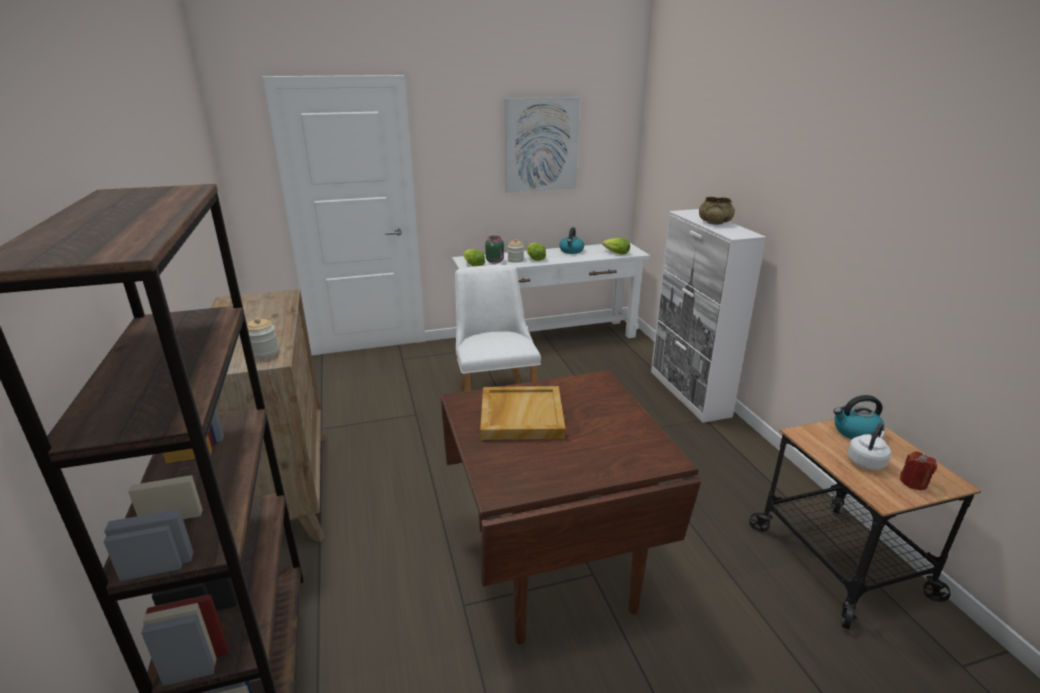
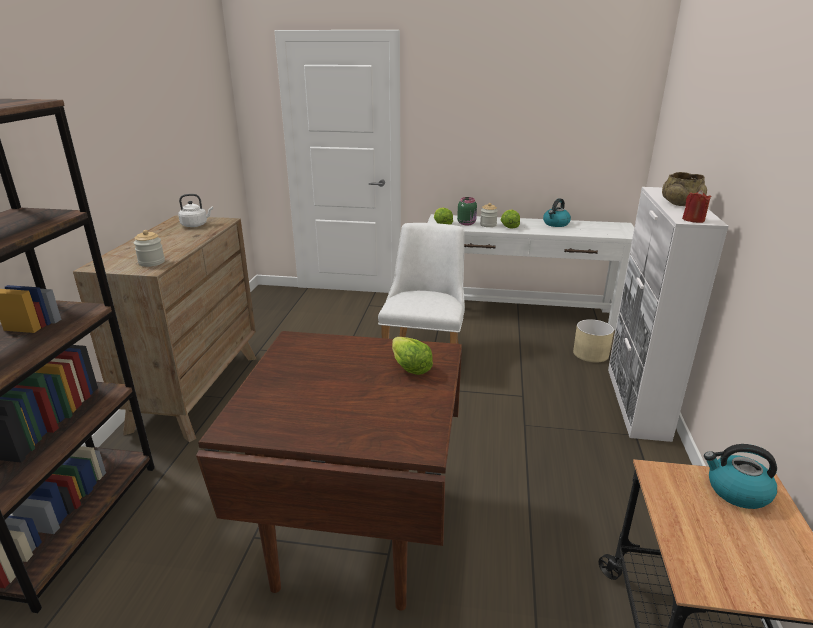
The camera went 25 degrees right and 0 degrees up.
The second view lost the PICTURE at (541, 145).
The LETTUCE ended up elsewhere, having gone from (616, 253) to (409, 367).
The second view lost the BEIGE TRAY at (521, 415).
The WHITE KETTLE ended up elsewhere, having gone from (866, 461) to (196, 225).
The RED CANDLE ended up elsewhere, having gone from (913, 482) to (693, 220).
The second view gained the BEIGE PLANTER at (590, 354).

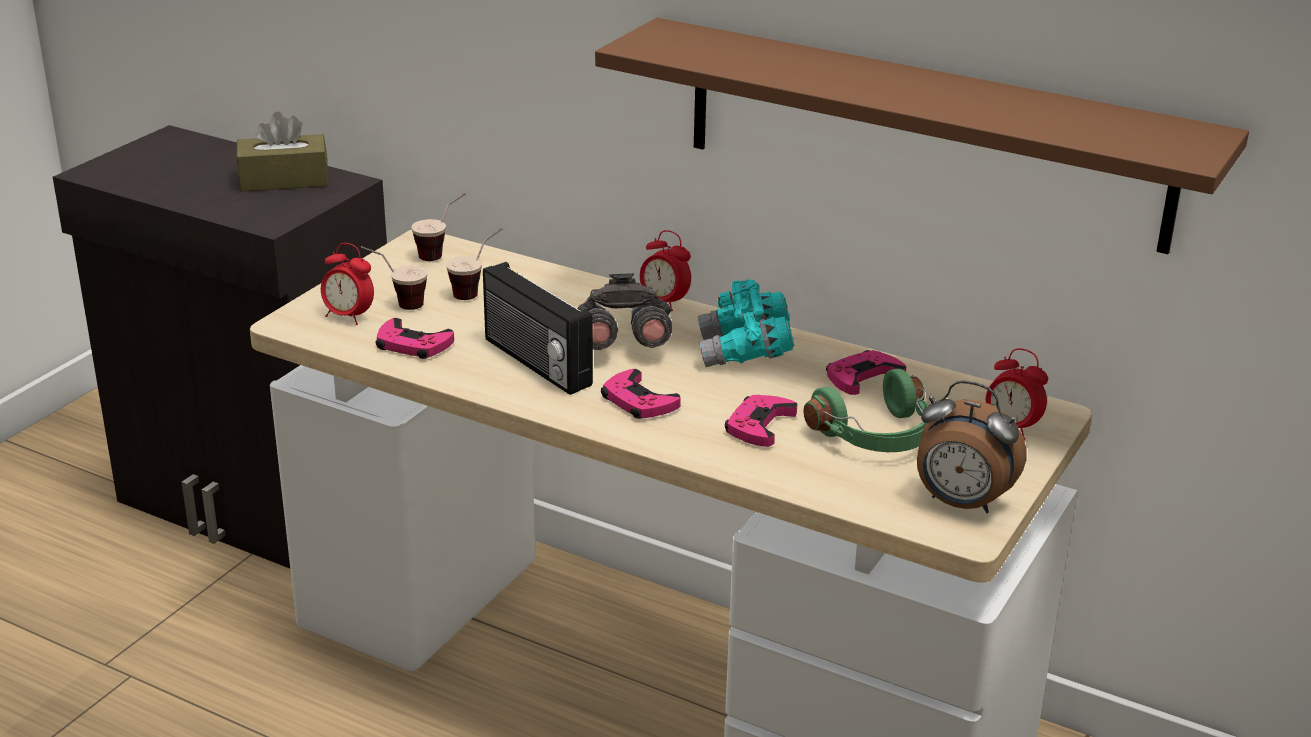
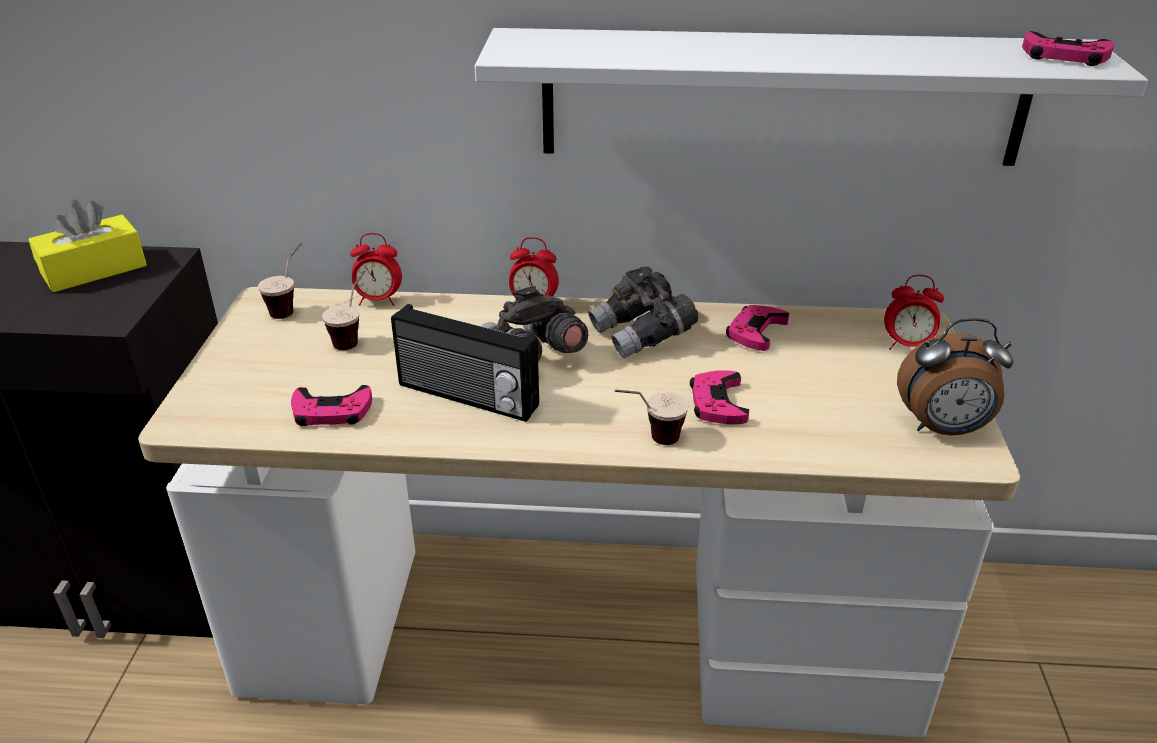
The camera went 25 degrees left and 5 degrees up.
What was the BROWN SHELF at (923, 133) turned into the WHITE SHELF at (782, 97).
What was the BROWN TISSUE BOX at (284, 180) turned into the YELLOW TISSUE BOX at (94, 270).
The ALARM CLOCK ended up elsewhere, having gone from (348, 317) to (378, 300).
The CUP ended up elsewhere, having gone from (396, 304) to (649, 440).
What was the TURQUOISE BINOCULARS at (745, 353) turned into the GREY BINOCULARS at (642, 335).
The PINK GAME CONTROLLER ended up elsewhere, having gone from (638, 402) to (1064, 56).
The second view lost the GREEN HEADPHONES at (877, 437).

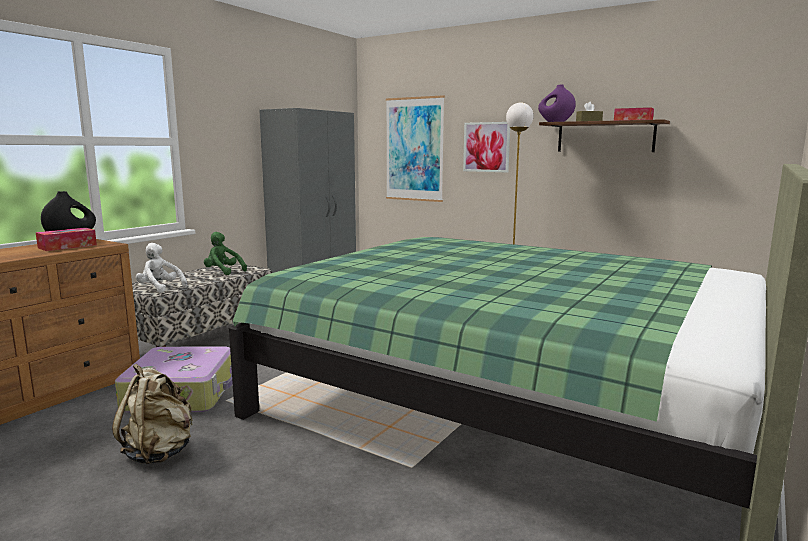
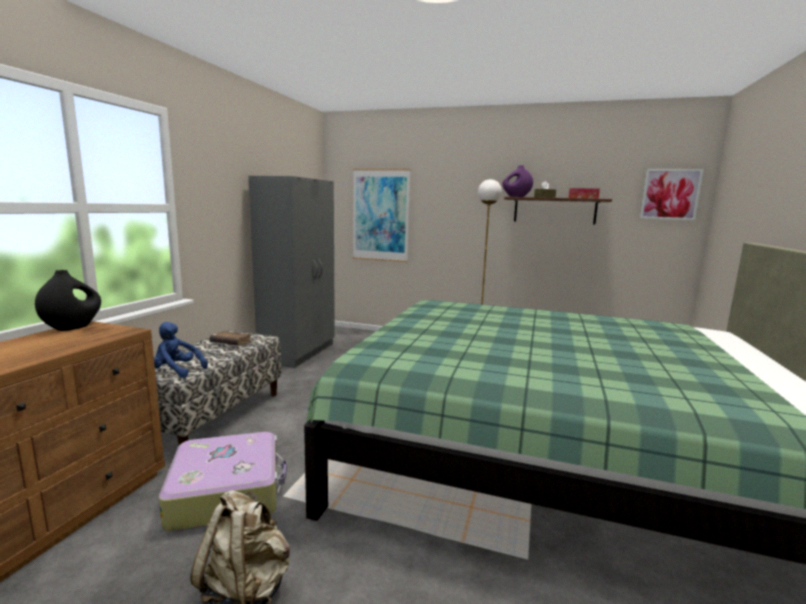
The camera went 15 degrees left and 0 degrees up.
The PICTURE ended up elsewhere, having gone from (486, 147) to (670, 194).
The second view lost the TISSUE BOX at (67, 246).
Where the GREEN PLUSH TOY stood at (223, 272), the BROWN BOOK came to stand at (231, 343).
What was the WHITE PLUSH TOY at (160, 288) turned into the BLUE PLUSH TOY at (176, 371).

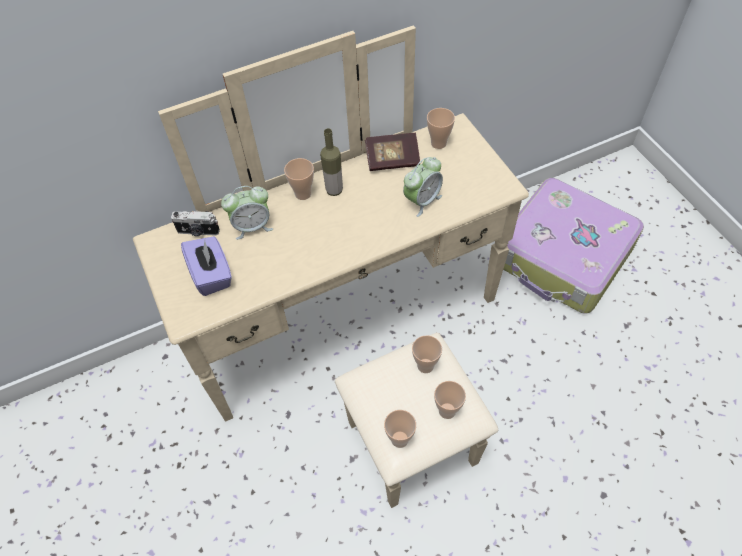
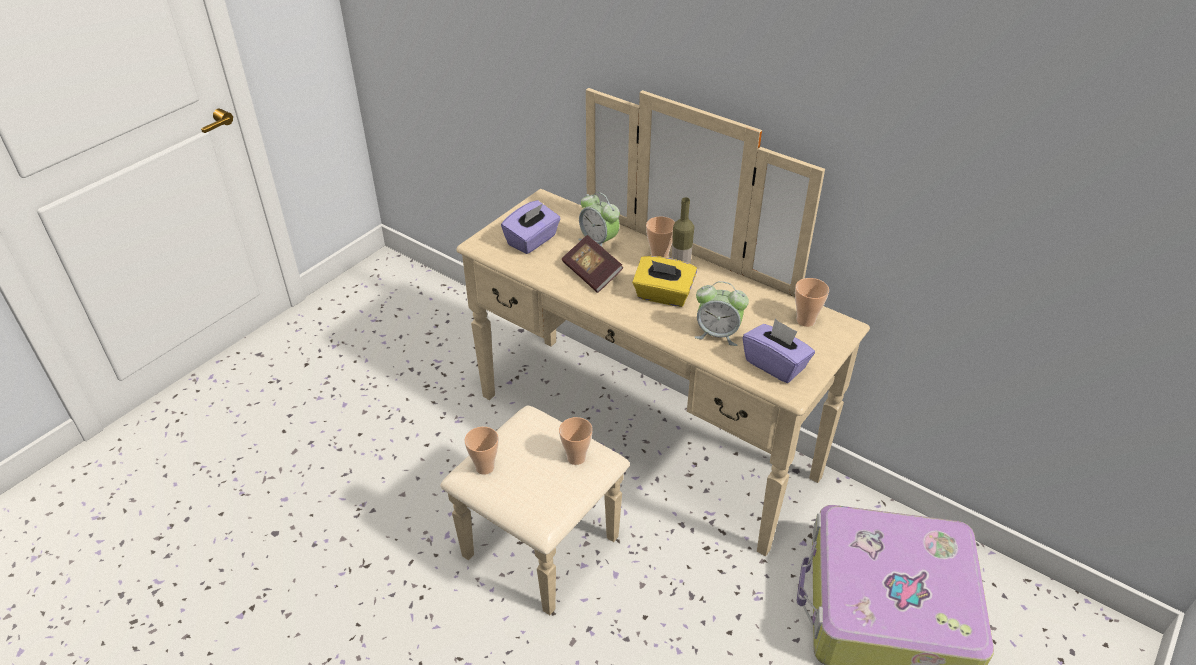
The camera went 60 degrees right and 15 degrees down.
The BOOK ended up elsewhere, having gone from (392, 160) to (592, 274).
The second view lost the PHOTO CAMERA at (198, 232).
The second view lost the CUP at (447, 410).
The second view gained the YELLOW TISSUE BOX at (663, 295).
The second view gained the PURPLE TISSUE BOX at (775, 364).

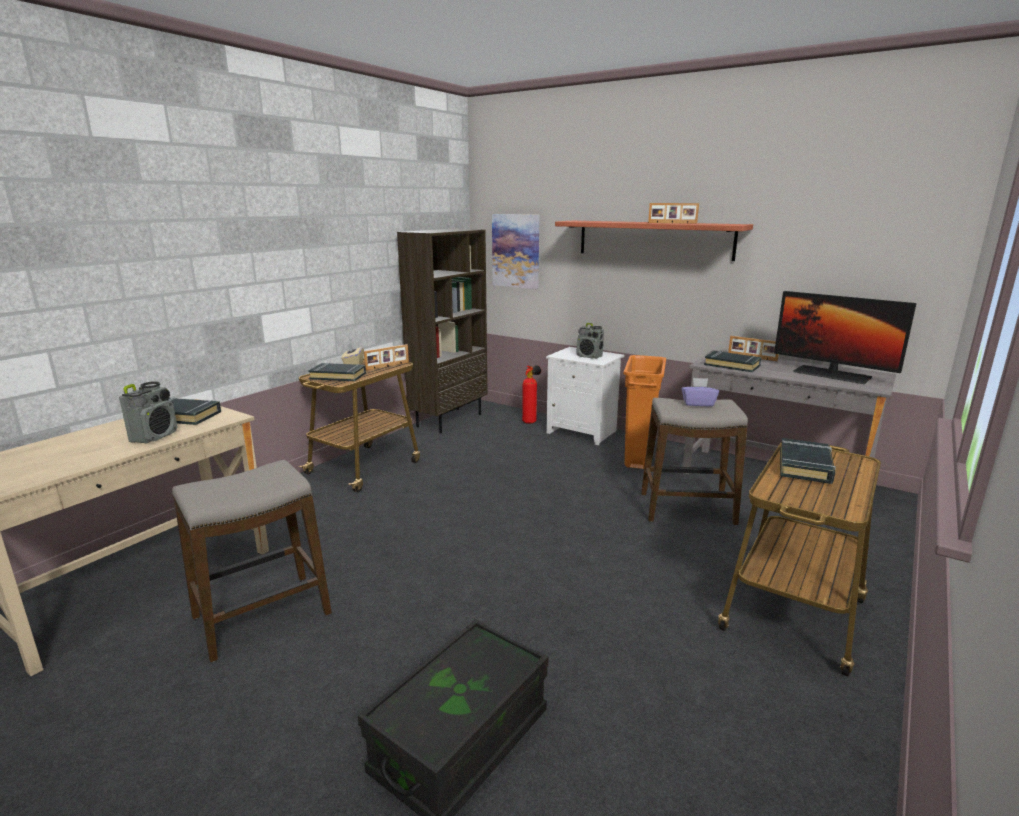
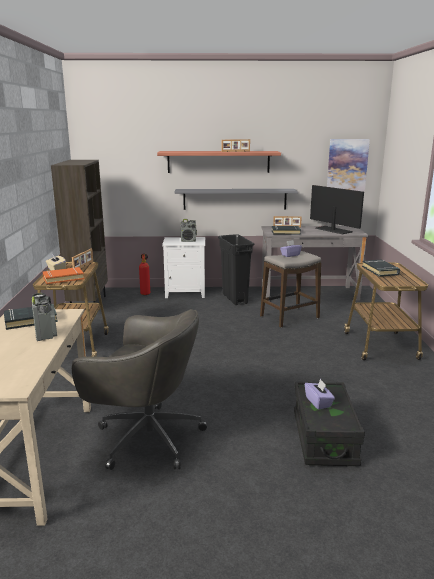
The camera went 35 degrees left and 0 degrees up.
The PICTURE ended up elsewhere, having gone from (516, 251) to (347, 165).
The MONITOR at (831, 374) ended up facing another way, 135 degrees counterclockwise from before.
What was the ORANGE TRASH CAN at (638, 457) turned into the BLACK TRASH CAN at (234, 299).
What was the BLACK BOOK at (338, 376) turned into the ORANGE BOOK at (63, 278).
Where the STOOL stood at (262, 616), the GREY OFFICE CHAIR came to stand at (146, 437).
The second view gained the GREY SHELF at (235, 199).
The second view gained the PURPLE TISSUE BOX at (318, 402).

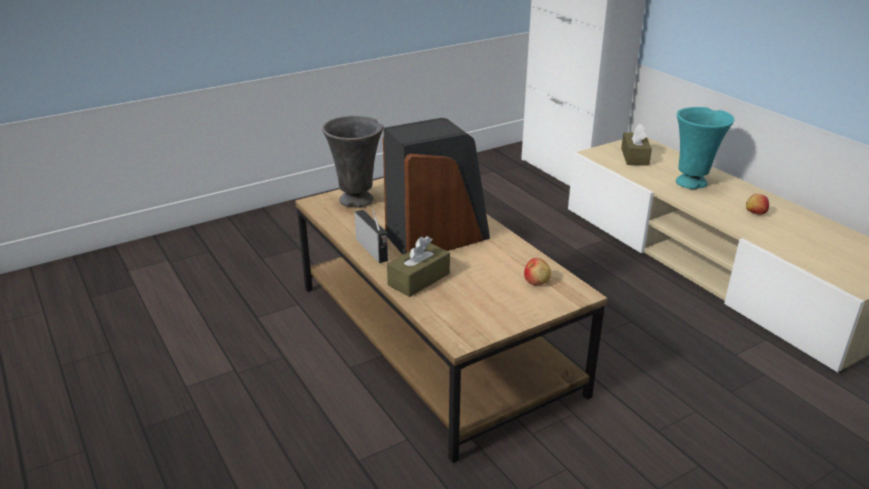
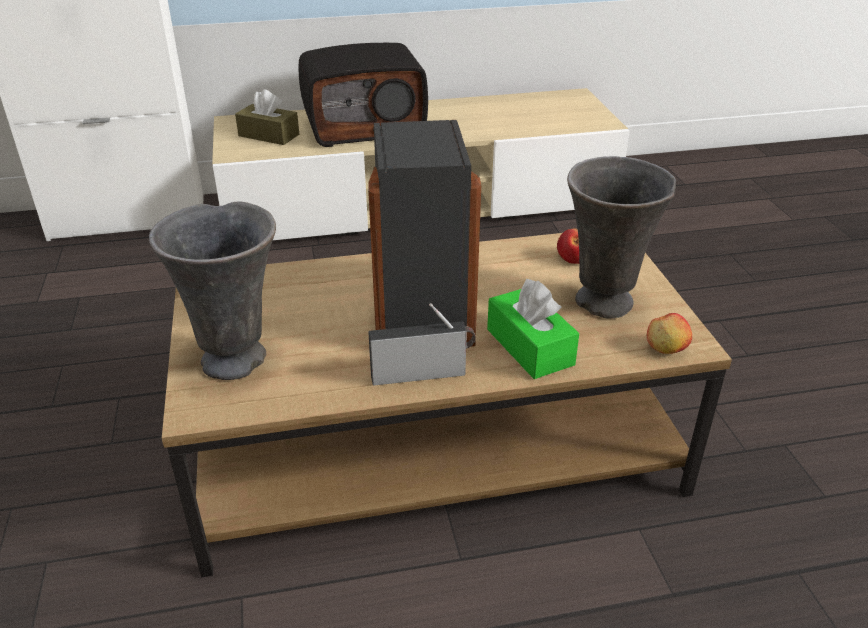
The camera went 70 degrees left and 5 degrees up.
Where the TURQUOISE VASE stood at (692, 183), the RADIO came to stand at (364, 126).
The APPLE ended up elsewhere, having gone from (755, 213) to (666, 348).
What was the BROWN TISSUE BOX at (419, 279) turned into the GREEN TISSUE BOX at (530, 347).
The second view gained the GREY VASE at (604, 304).

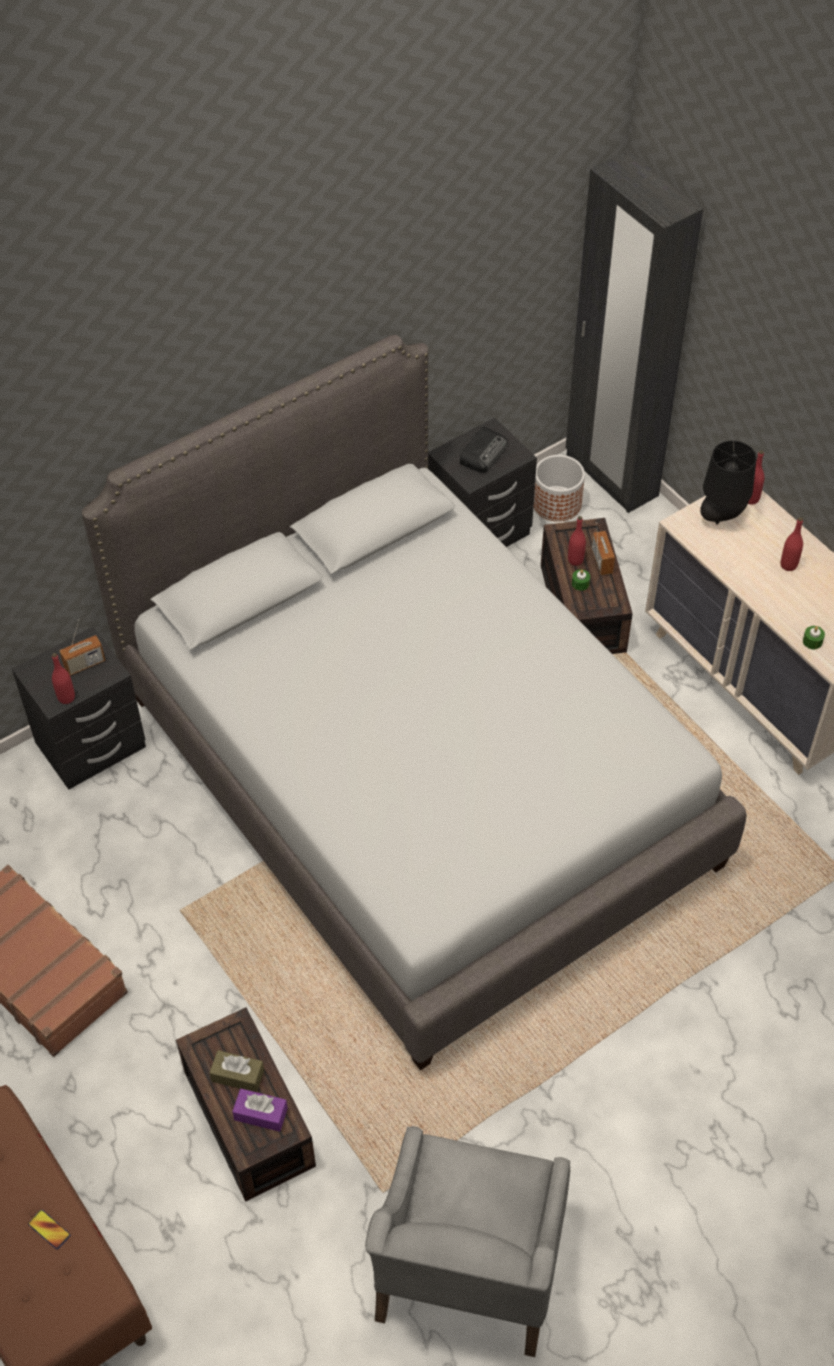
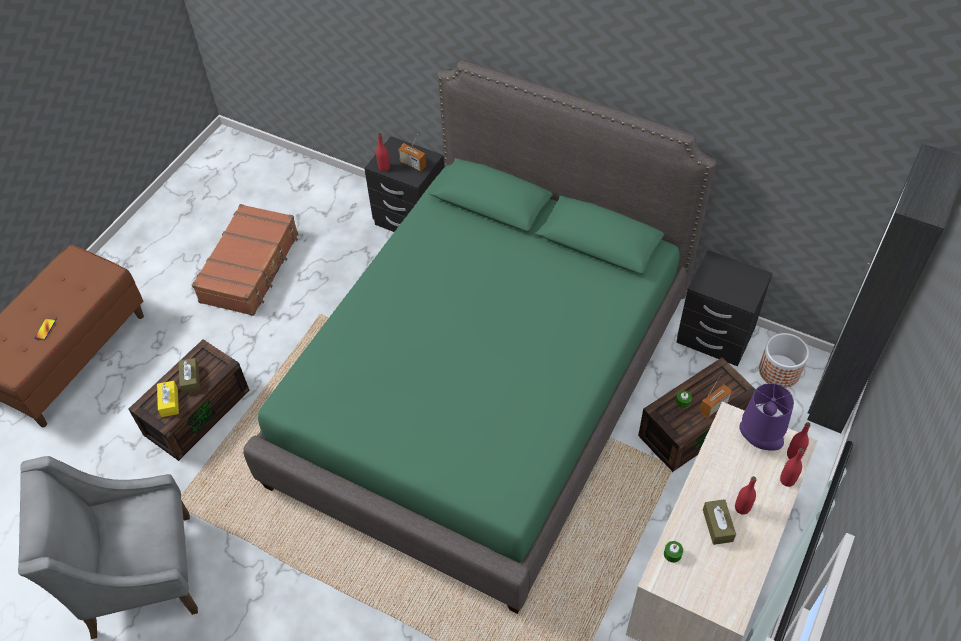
The camera went 65 degrees right and 0 degrees up.
What was the GREY BED at (418, 778) turned into the GREEN BED at (484, 391).
The second view lost the RADIO at (484, 452).
What was the BLACK TABLE LAMP at (721, 518) turned into the PURPLE TABLE LAMP at (757, 442).
The RED BOTTLE ended up elsewhere, having gone from (575, 560) to (787, 480).
What was the PURPLE TISSUE BOX at (261, 1114) turned into the YELLOW TISSUE BOX at (169, 402).
The second view gained the BROWN TISSUE BOX at (717, 525).

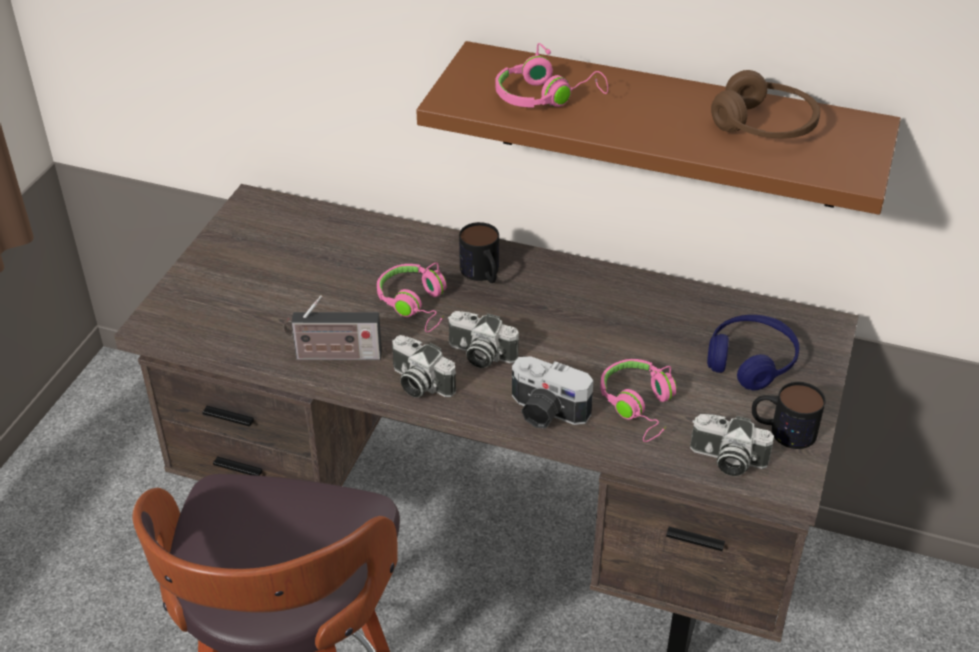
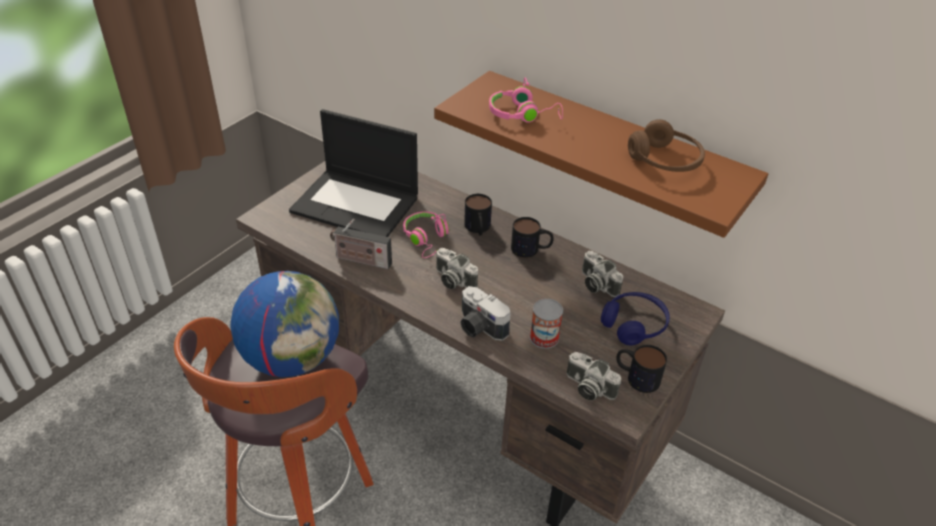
The camera went 15 degrees right and 0 degrees up.
The PHOTO CAMERA ended up elsewhere, having gone from (418, 383) to (596, 284).
Where the PINK HEADPHONES stood at (640, 406), the CAN came to stand at (544, 337).
The second view gained the LAPTOP at (357, 204).
The second view gained the MUG at (531, 249).
The second view gained the GLOBE at (292, 358).

